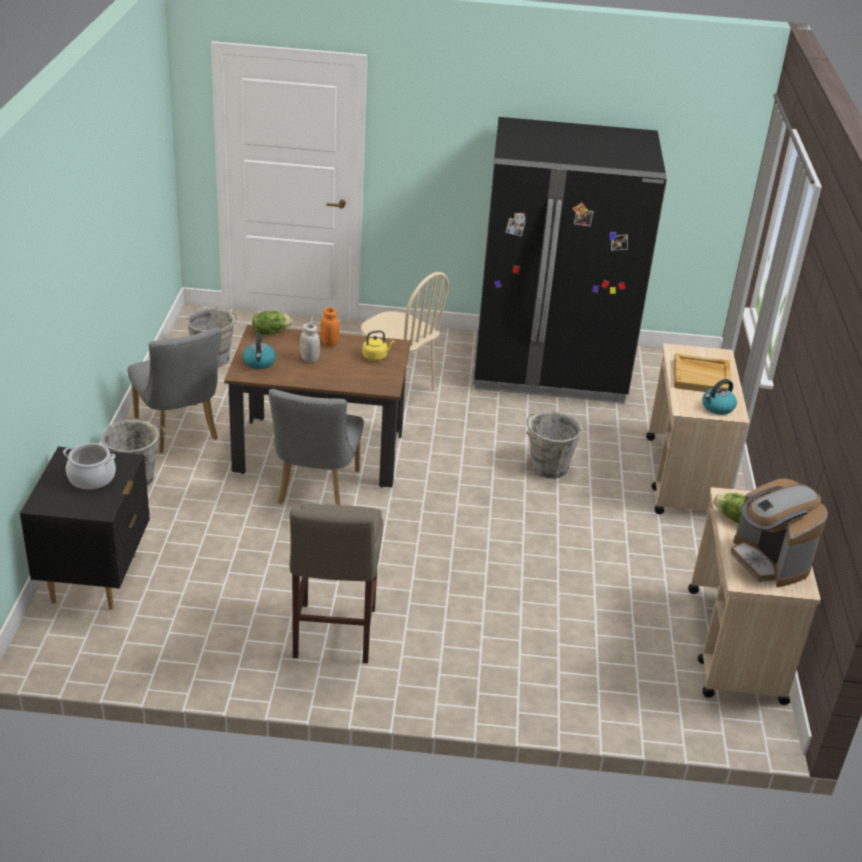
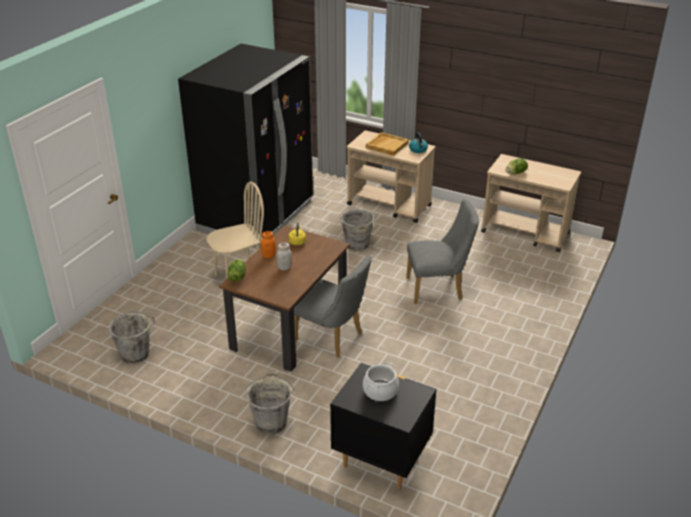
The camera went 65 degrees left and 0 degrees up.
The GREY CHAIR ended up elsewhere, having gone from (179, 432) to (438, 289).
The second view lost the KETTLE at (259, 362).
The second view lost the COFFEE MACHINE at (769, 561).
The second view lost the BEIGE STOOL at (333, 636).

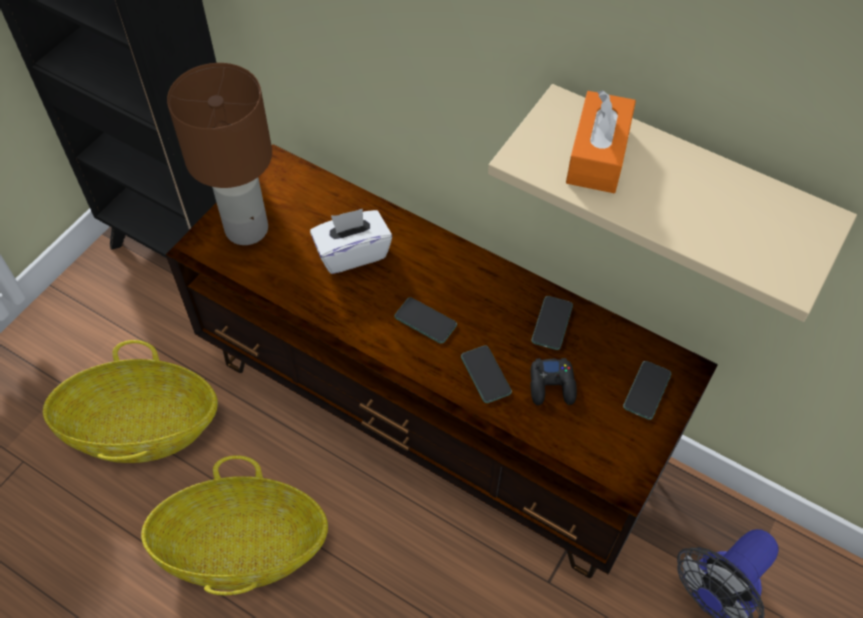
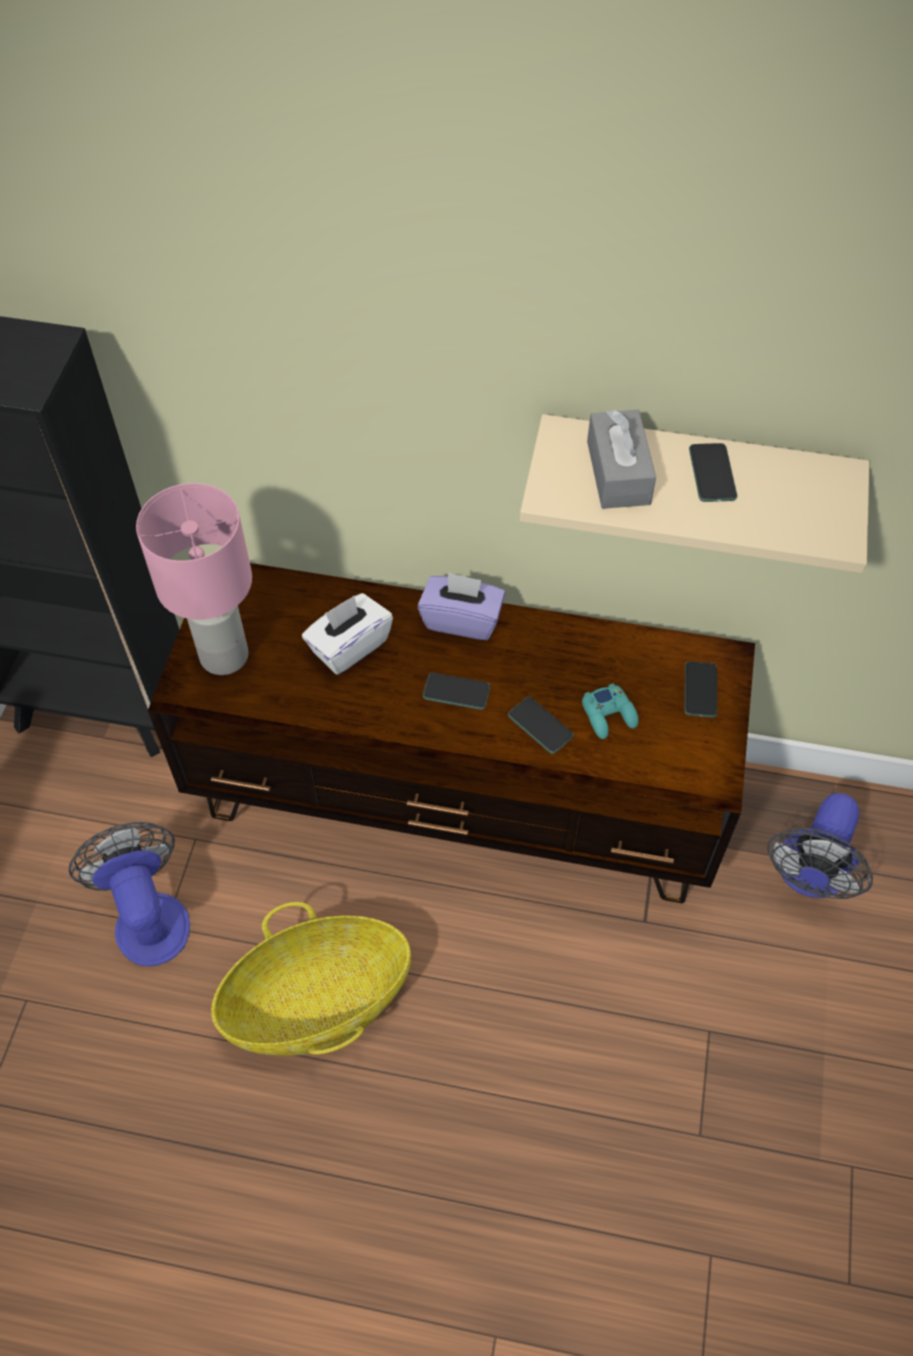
The camera went 20 degrees left and 0 degrees up.
What was the BROWN TABLE LAMP at (246, 228) turned into the PINK TABLE LAMP at (223, 655).
What was the ORANGE TISSUE BOX at (597, 155) turned into the GREY TISSUE BOX at (618, 472).
The PHONE ended up elsewhere, having gone from (552, 323) to (712, 474).
Where the BASKET stood at (142, 427), the FAN came to stand at (148, 916).
What was the BLACK GAME CONTROLLER at (552, 385) turned into the TURQUOISE GAME CONTROLLER at (609, 715).
The second view gained the PURPLE TISSUE BOX at (462, 620).

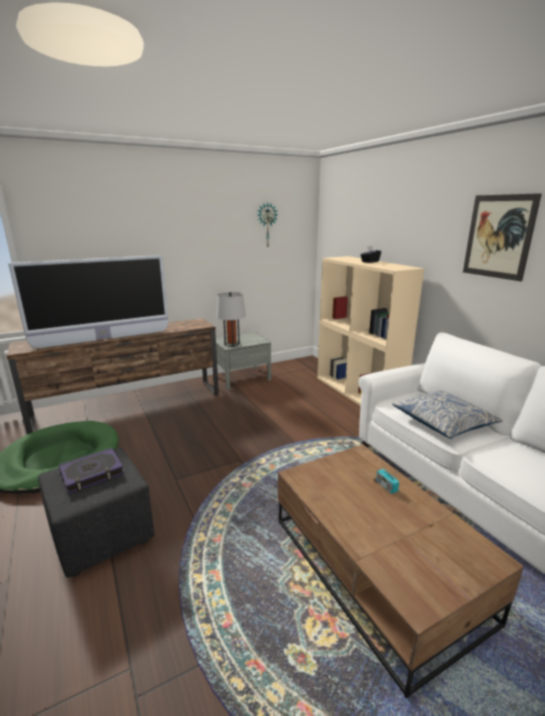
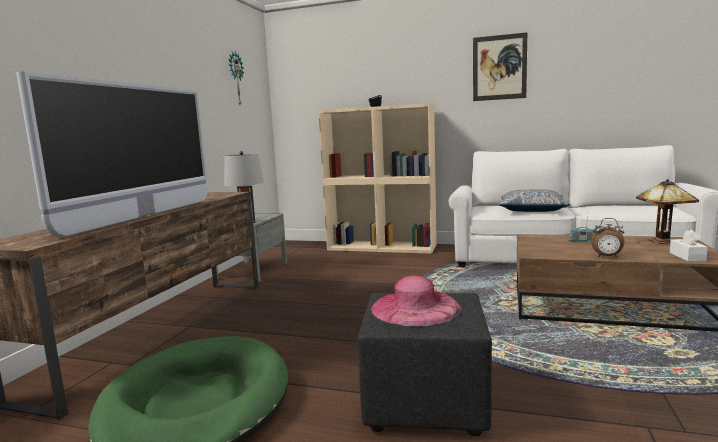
The camera went 45 degrees left and 10 degrees down.
Where the BOOK stood at (92, 473), the PINK HAT came to stand at (415, 308).
The second view gained the TABLE LAMP at (663, 241).
The second view gained the ALARM CLOCK at (607, 257).
The second view gained the WHITE TISSUE BOX at (687, 256).

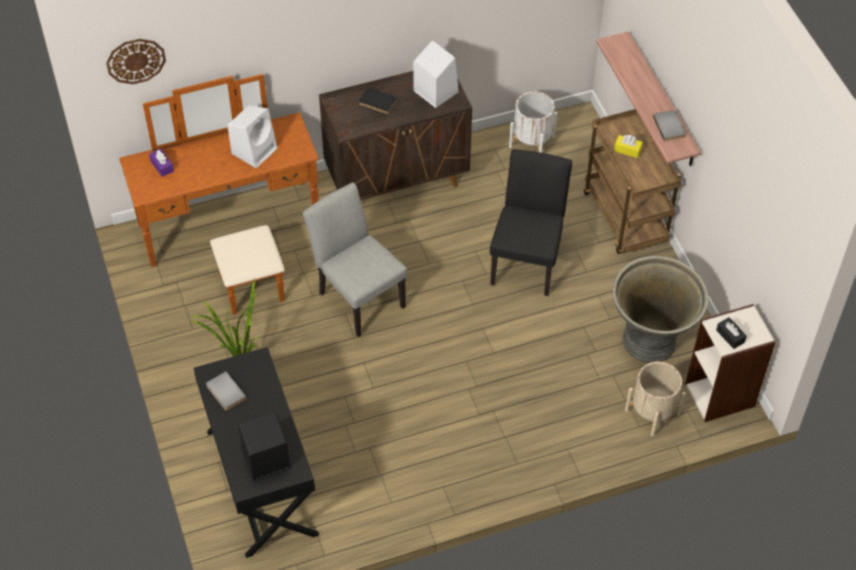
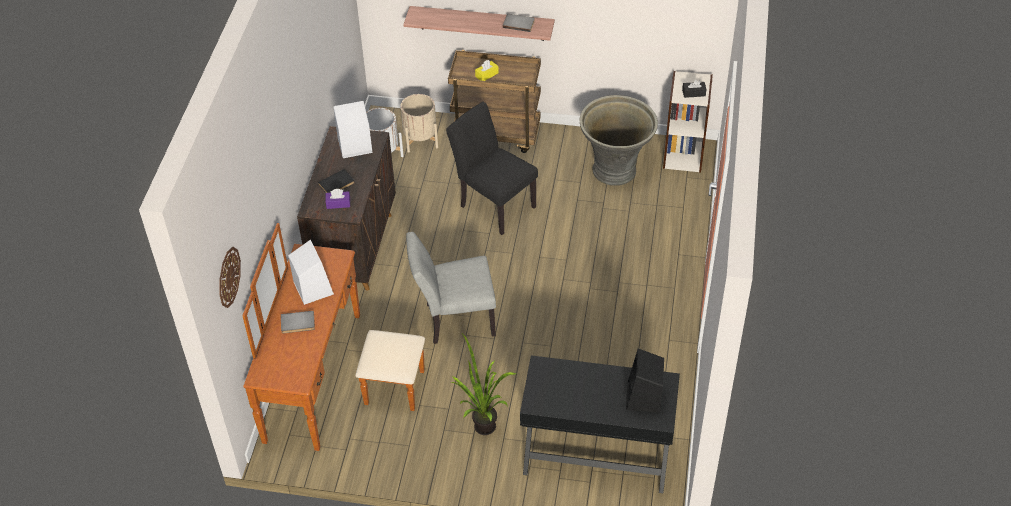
The camera went 60 degrees left and 5 degrees down.
The PURPLE TISSUE BOX ended up elsewhere, having gone from (162, 166) to (338, 203).
The BEIGE PLANTER ended up elsewhere, having gone from (652, 412) to (420, 139).
The GREY BOOK ended up elsewhere, having gone from (224, 392) to (298, 324).

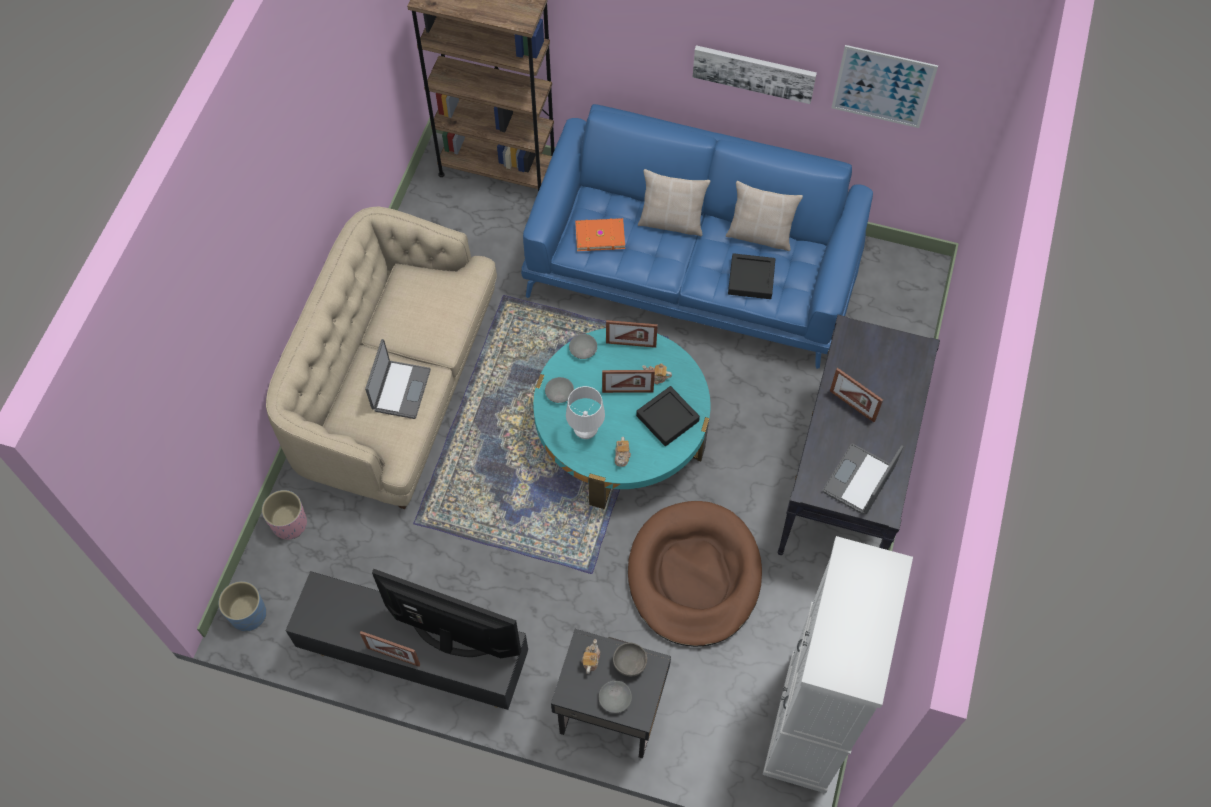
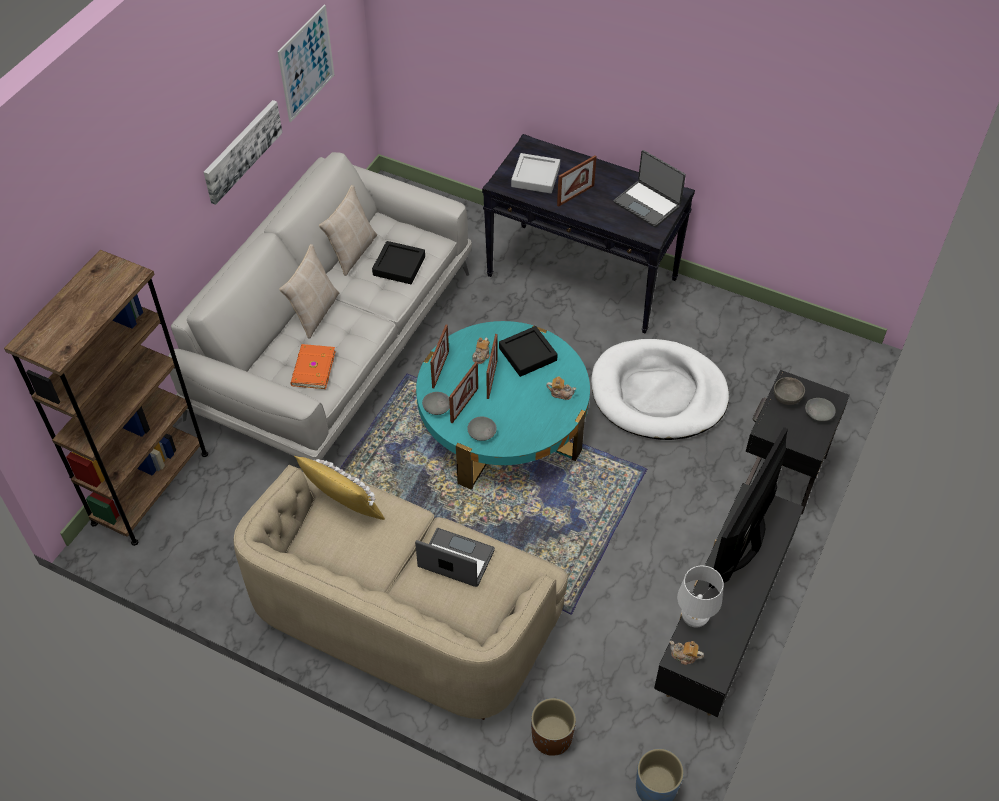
The camera went 80 degrees left and 10 degrees down.
What was the BLUE SOFA at (694, 268) turned into the WHITE SOFA at (335, 342).
The WHITE TABLE LAMP ended up elsewhere, having gone from (585, 432) to (694, 619).
What was the PINK PLANTER at (289, 523) turned into the BROWN PLANTER at (551, 737).
What was the BROWN DOG BED at (694, 576) turned into the WHITE DOG BED at (658, 394).
The second view lost the WHITE CABINET at (808, 722).
The PICTURE FRAME ended up elsewhere, having gone from (393, 656) to (464, 405).
The TEAPOT ended up elsewhere, having gone from (590, 660) to (684, 656).
The second view gained the GREY TRAY at (535, 177).
The second view gained the YELLOW PILLOW at (343, 509).

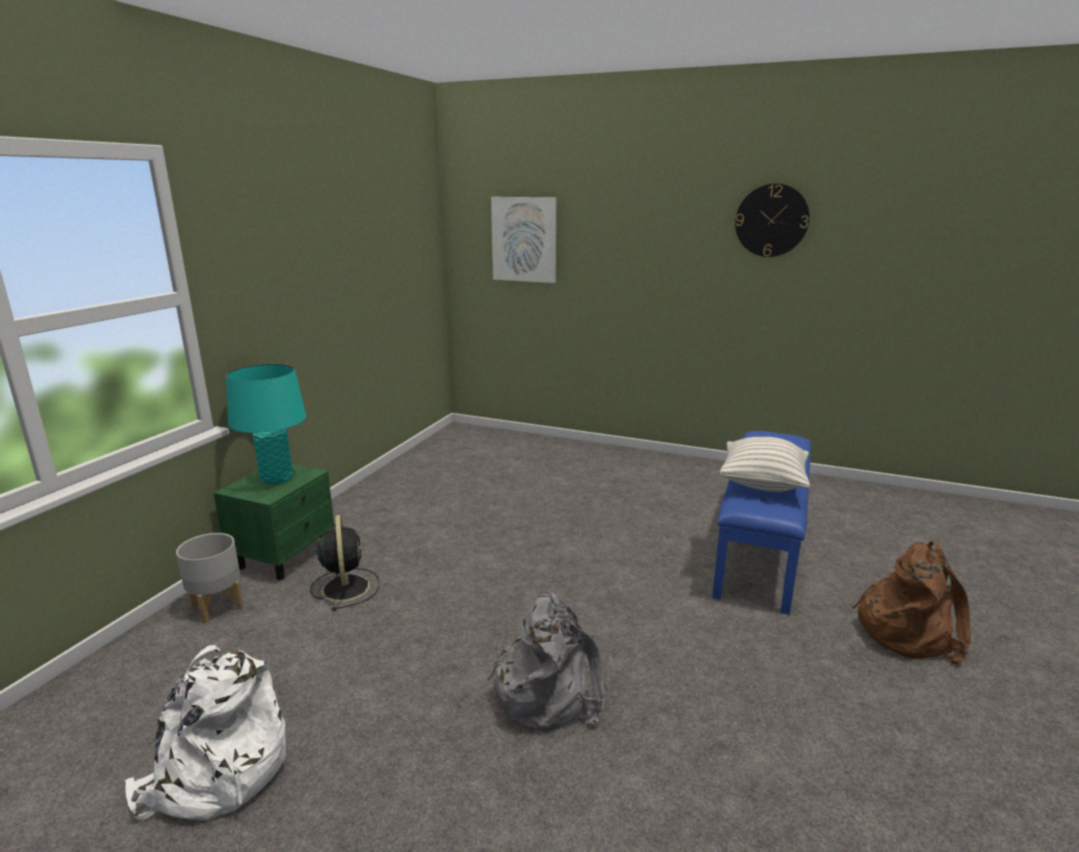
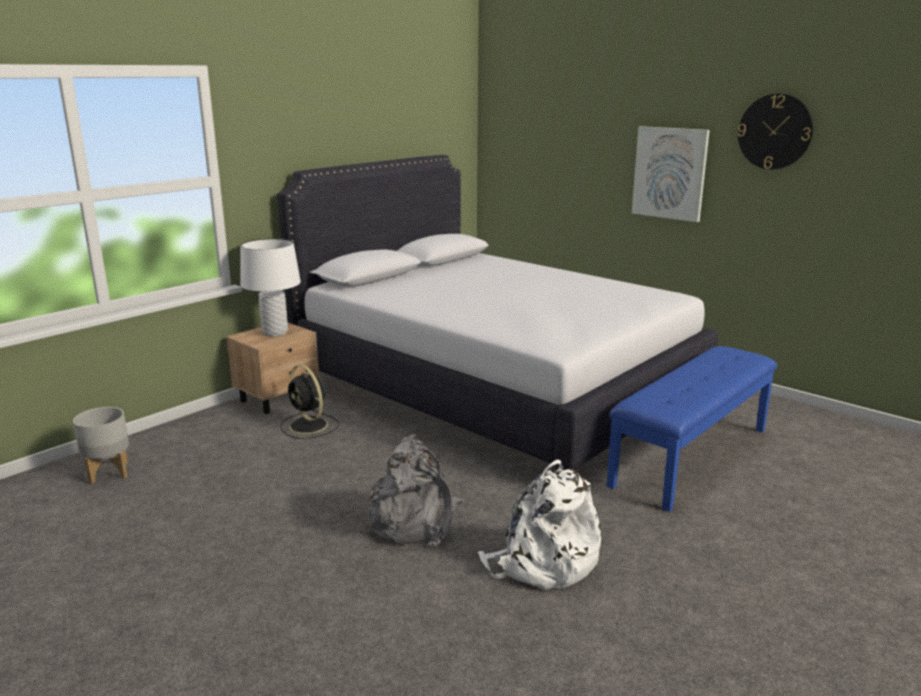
The camera went 20 degrees right and 0 degrees up.
The PICTURE ended up elsewhere, having gone from (524, 239) to (670, 173).
What was the TURQUOISE TABLE LAMP at (276, 479) turned into the WHITE TABLE LAMP at (275, 333).
The second view lost the PILLOW at (762, 484).
What was the GREEN NIGHTSTAND at (285, 556) turned into the BEIGE NIGHTSTAND at (278, 398).
The BLACK FAN at (346, 587) ended up facing another way, 135 degrees clockwise from before.
The GREY PLANTER ended up elsewhere, having gone from (218, 606) to (109, 472).
The second view lost the BROWN BACKPACK at (907, 631).
The WHITE BACKPACK ended up elsewhere, having gone from (216, 774) to (542, 563).
The second view gained the WHITE BED at (495, 389).

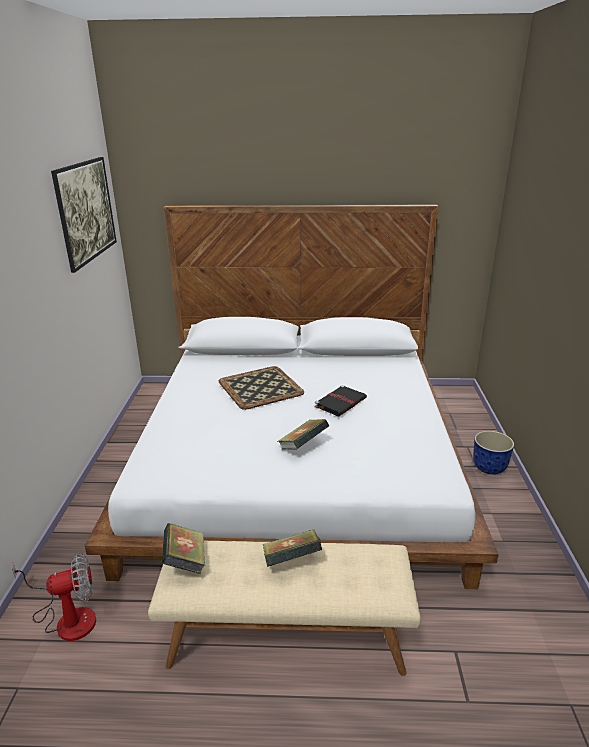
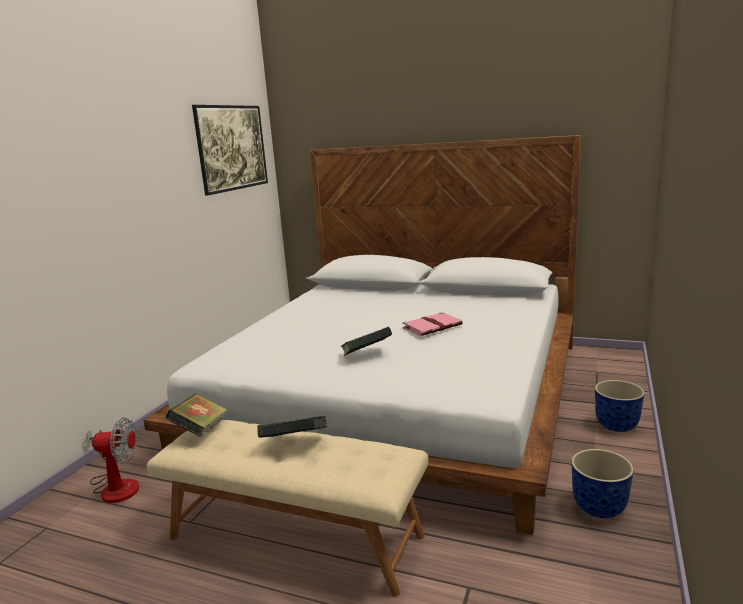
The camera went 20 degrees right and 10 degrees down.
The second view lost the TRAY at (261, 388).
What was the BLACK BOOK at (341, 402) turned into the PINK BOOK at (433, 326).
The second view gained the PLANTER at (599, 507).

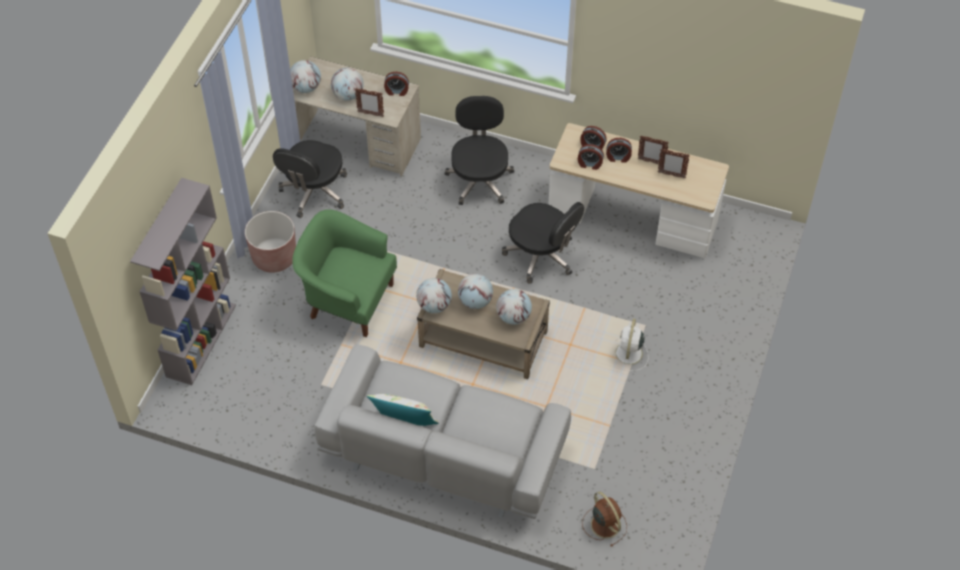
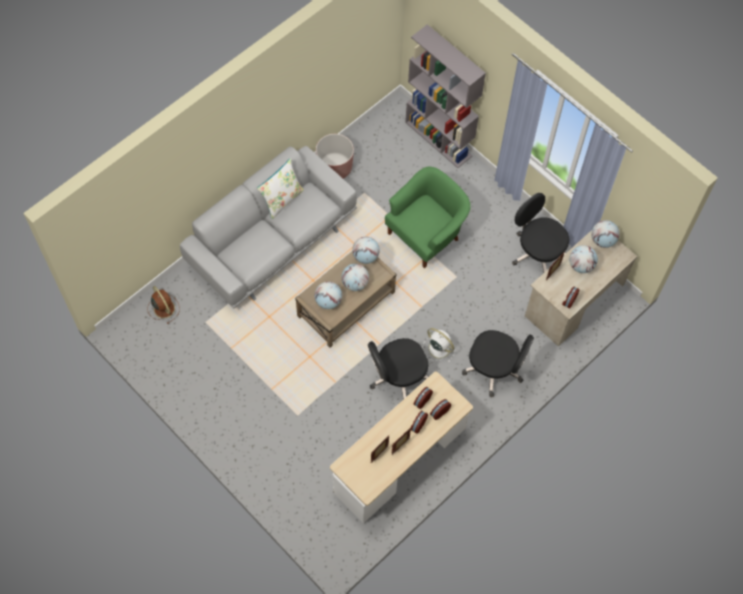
The camera went 115 degrees right and 10 degrees up.
The BROWN PLANTER ended up elsewhere, having gone from (274, 257) to (335, 167).
The WHITE FAN ended up elsewhere, having gone from (628, 354) to (438, 348).
The BROWN FAN at (604, 524) ended up facing another way, 120 degrees counterclockwise from before.

